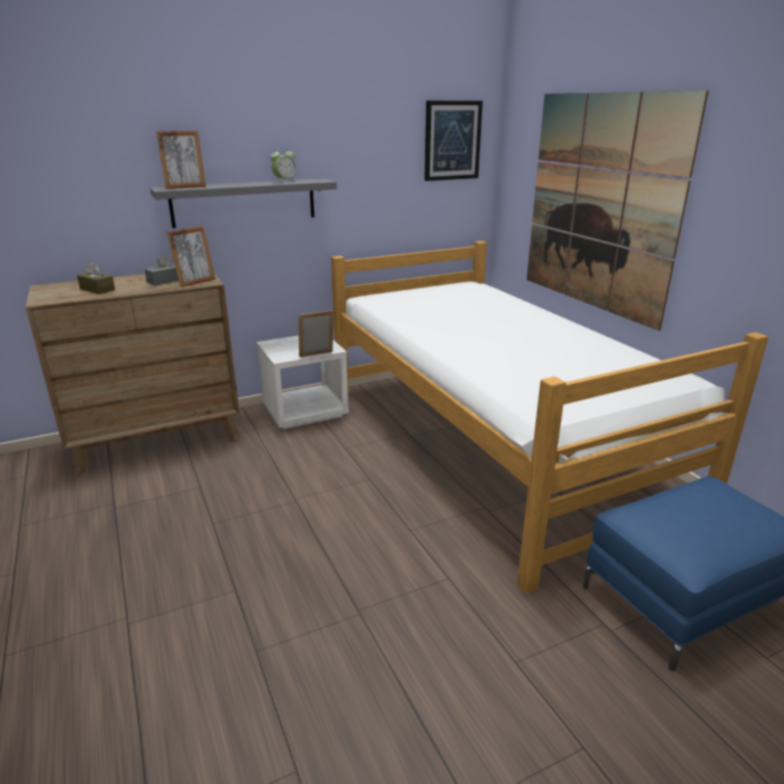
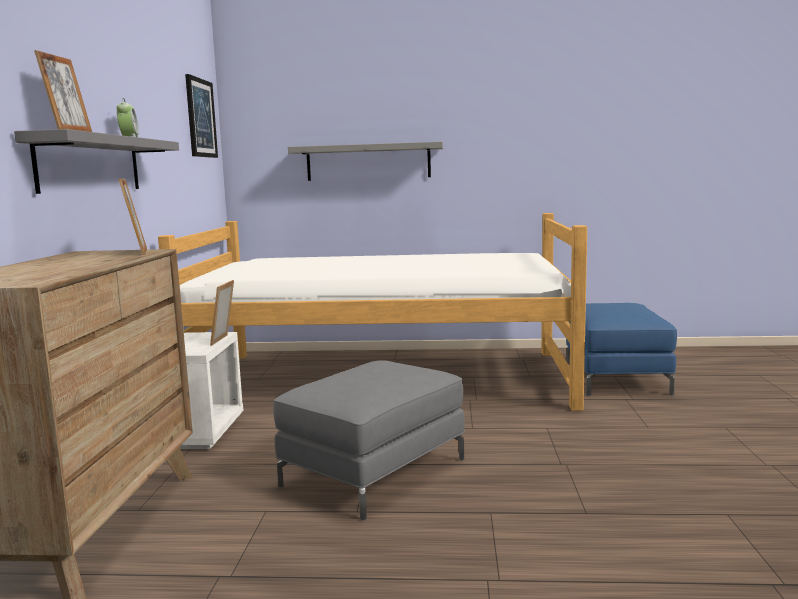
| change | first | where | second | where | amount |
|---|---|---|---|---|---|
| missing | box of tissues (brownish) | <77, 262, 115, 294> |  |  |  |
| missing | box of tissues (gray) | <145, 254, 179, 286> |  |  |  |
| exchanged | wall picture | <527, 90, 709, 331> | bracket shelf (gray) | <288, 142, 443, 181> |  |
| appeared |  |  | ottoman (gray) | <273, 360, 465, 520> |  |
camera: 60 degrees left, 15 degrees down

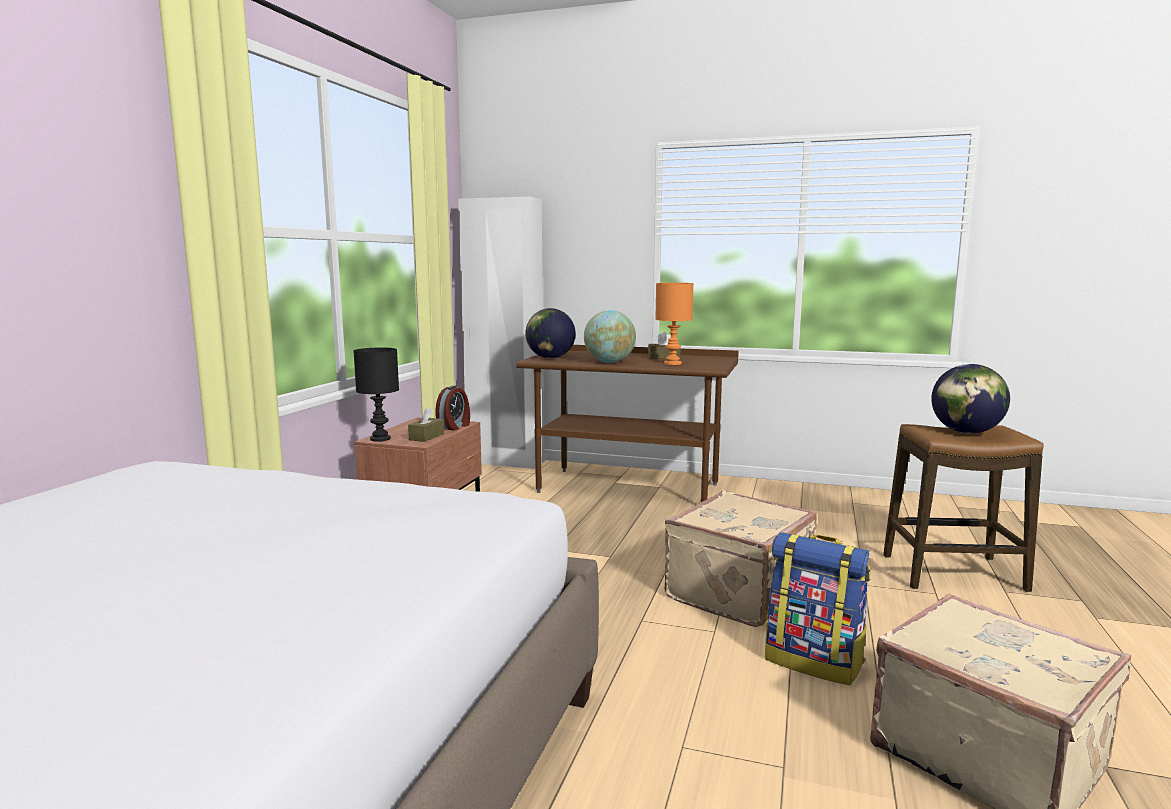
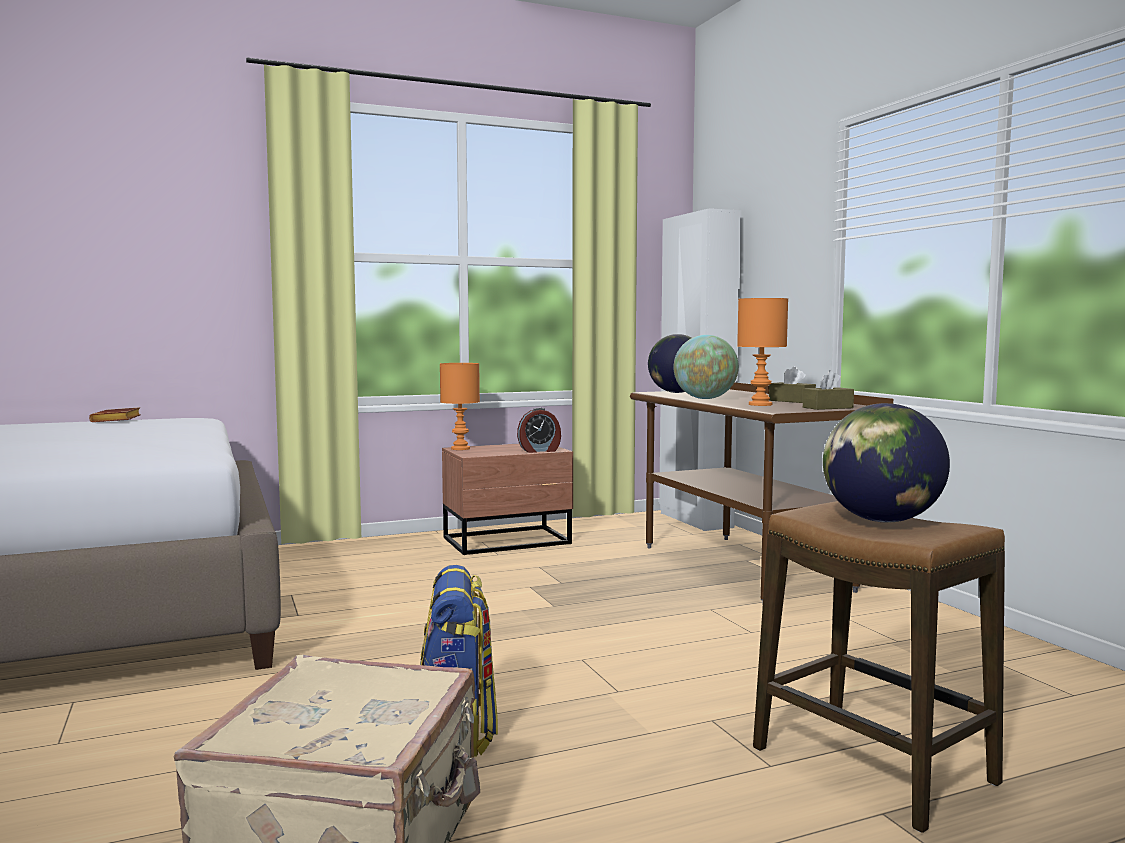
| change | first | where | second | where | amount |
|---|---|---|---|---|---|
| colour | table lamp (blackish) | <353, 347, 399, 442> | table lamp (orangey) | <440, 363, 480, 450> |  |
| relocated | box of tissues (brownish) | <408, 407, 444, 442> |  | <803, 370, 854, 410> |  |
| missing | suitcase (sand-coloured) | <665, 490, 817, 627> |  |  |  |
| appeared |  |  | book (brownish) | <89, 407, 141, 422> |  |
camera: 50 degrees right, 5 degrees down

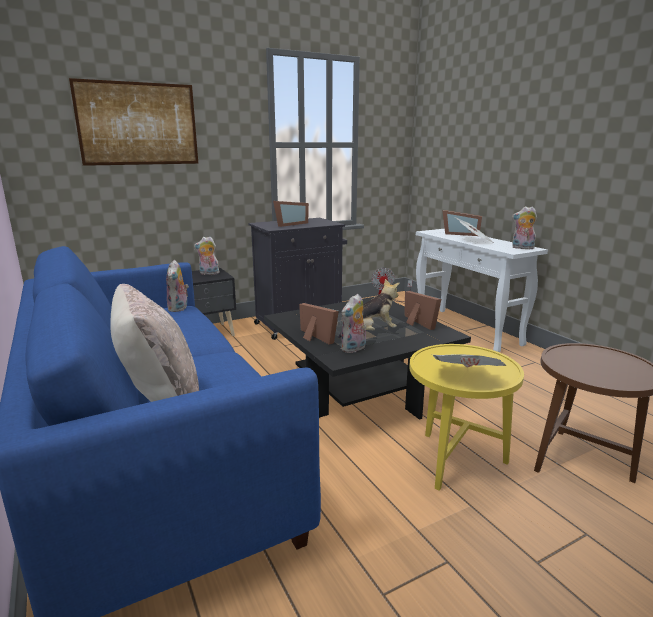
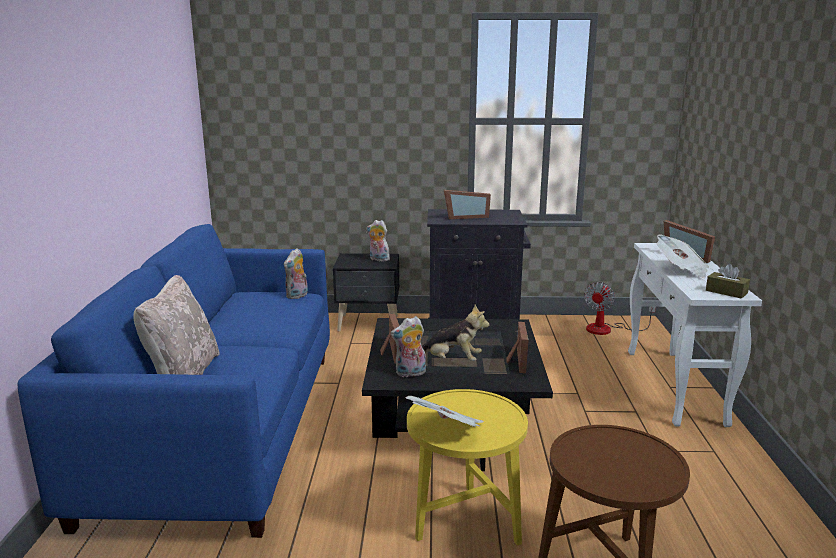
| change | first | where | second | where | amount |
|---|---|---|---|---|---|
| missing | wall picture | <69, 78, 198, 166> |  |  |  |
| exchanged | cuddly toy | <512, 206, 537, 249> | box of tissues (brownish) | <706, 264, 750, 299> |  |
camera: 30 degrees right, 0 degrees up

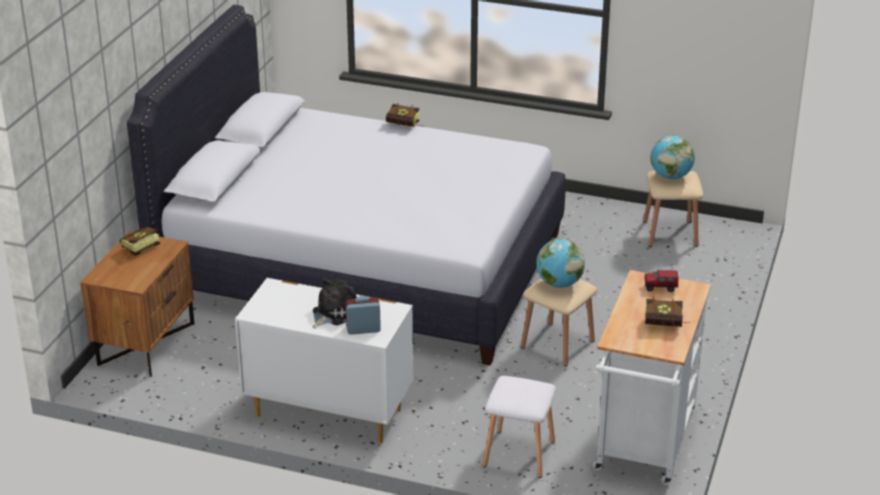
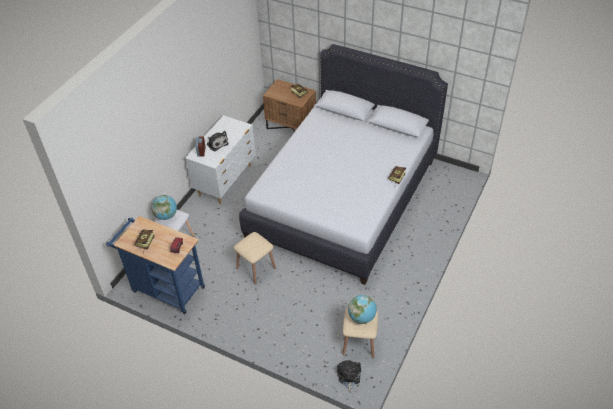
| change | first | where | second | where | amount |
|---|---|---|---|---|---|
| relocated | desk globe | <536, 239, 585, 288> |  | <151, 195, 177, 220> |  |
| colour | trolley (white) | <592, 270, 711, 485> | trolley (blue-coloured) | <106, 216, 205, 314> |  |
| appeared |  |  | cuddly toy | <337, 360, 361, 392> |  |
camera: 100 degrees right, 15 degrees up

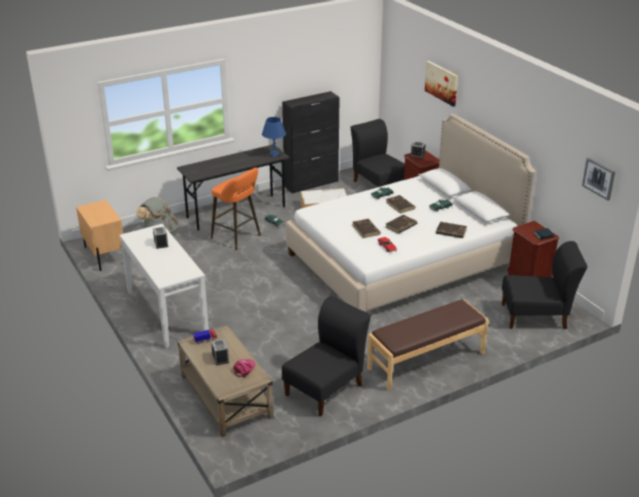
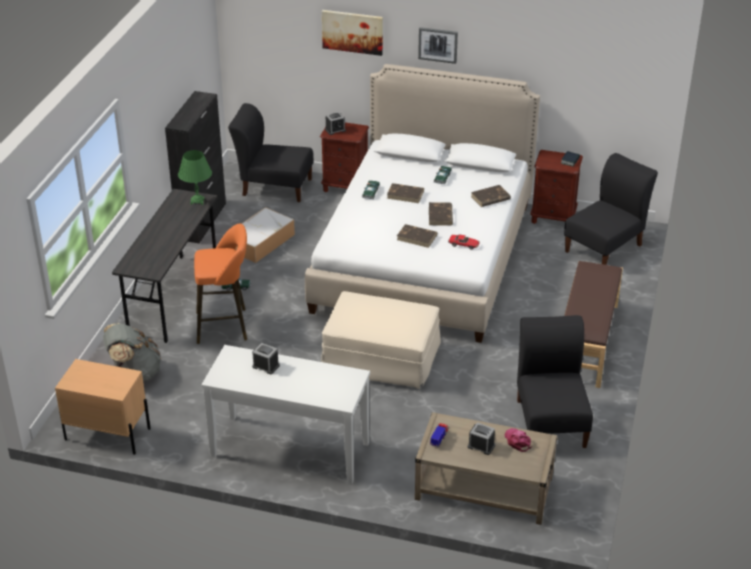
| change | first | where | second | where | amount |
|---|---|---|---|---|---|
| colour | table lamp (blue-coloured) | <262, 117, 286, 158> | table lamp (greenish) | <178, 150, 212, 205> |  |
| relocated | wall picture | <582, 157, 615, 201> |  | <418, 27, 458, 64> |  |
| appeared |  |  | ottoman (sand-coloured) | <321, 291, 441, 389> |  |
camera: 45 degrees left, 5 degrees up

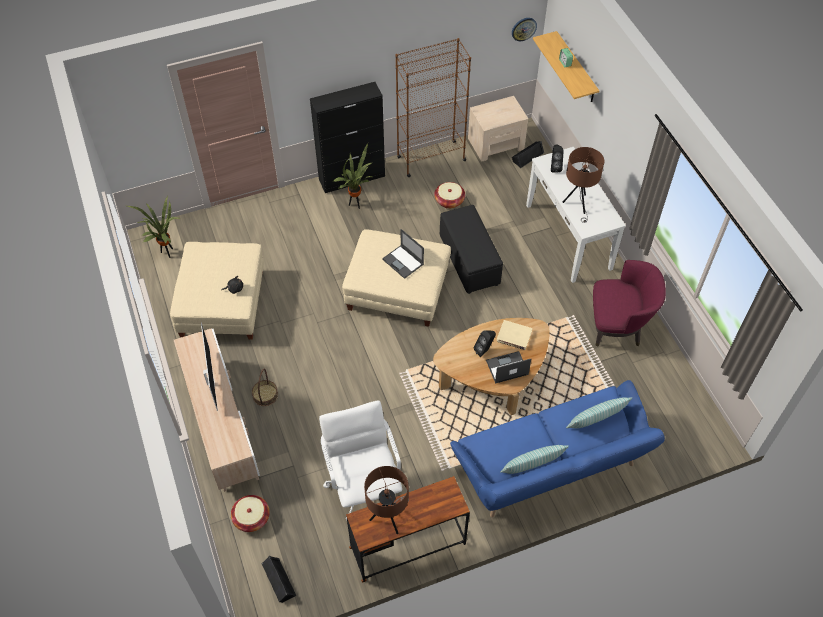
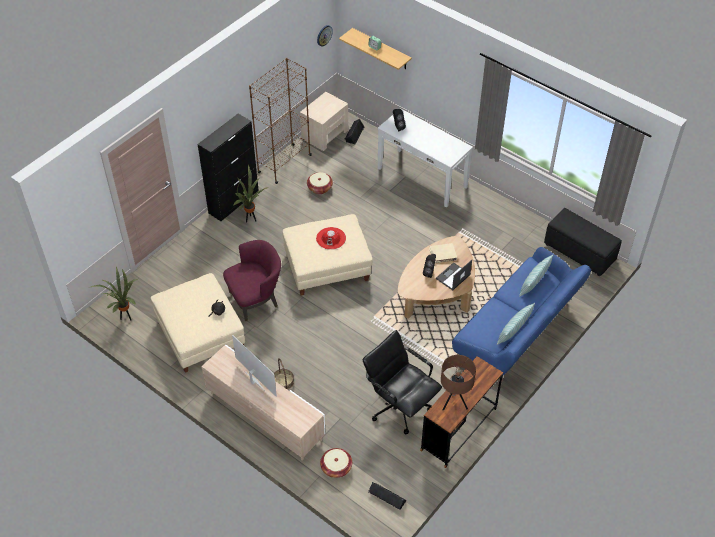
| change | first | where | second | where | amount |
|---|---|---|---|---|---|
| colour | computer chair (white) | <319, 401, 402, 520> | computer chair (blackish) | <363, 330, 442, 435> |  |
| exchanged | laptop | <382, 229, 424, 279> | hat (red-coloured) | <316, 227, 346, 250> |  |
| relocated | ottoman (blackish) | <440, 205, 503, 294> |  | <544, 208, 622, 277> |  |
| missing | table lamp (brownish) | <563, 147, 604, 223> |  |  |  |
| relocated | armchair (purple) | <593, 260, 666, 347> |  | <223, 240, 281, 321> |  |
camera: 30 degrees left, 5 degrees down

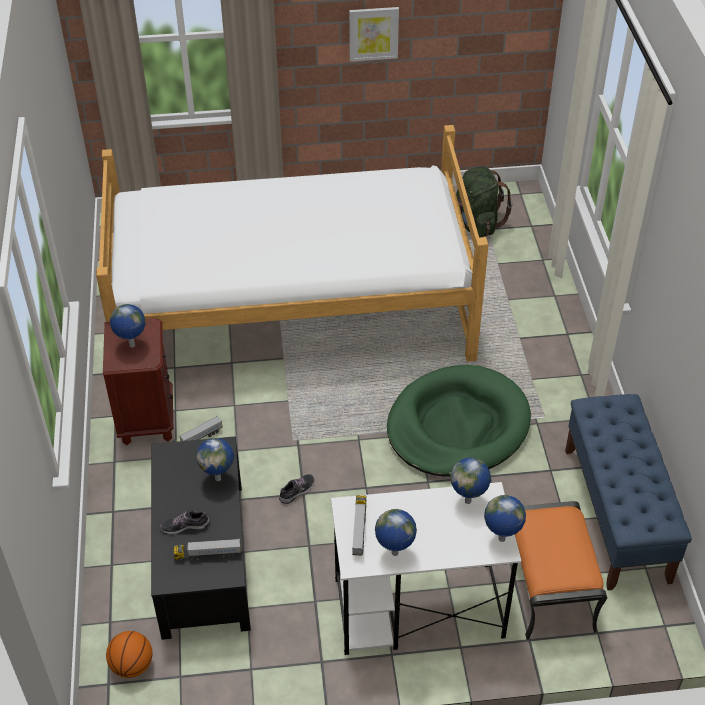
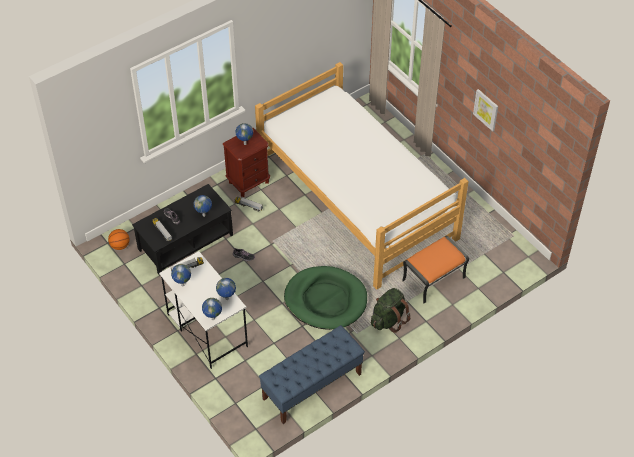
| change | first | where | second | where | amount |
|---|---|---|---|---|---|
| relocated | backpack (greenish) | <456, 166, 512, 237> |  | <371, 288, 411, 333> |  |
| relocated | ottoman (orangey) | <515, 501, 607, 640> |  | <402, 236, 469, 303> |  |
camera: 60 degrees right, 5 degrees up

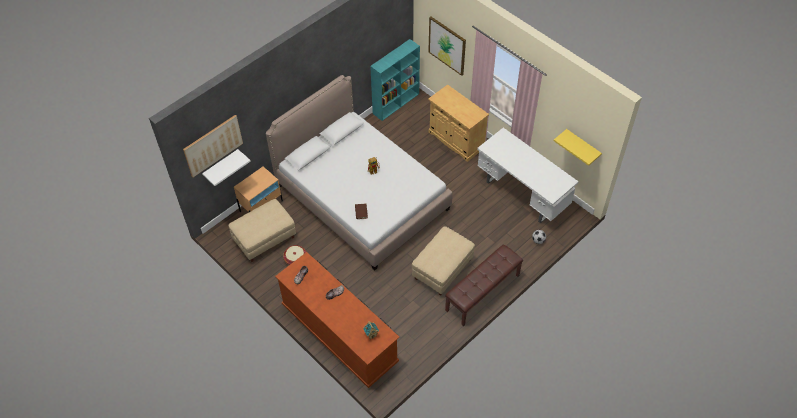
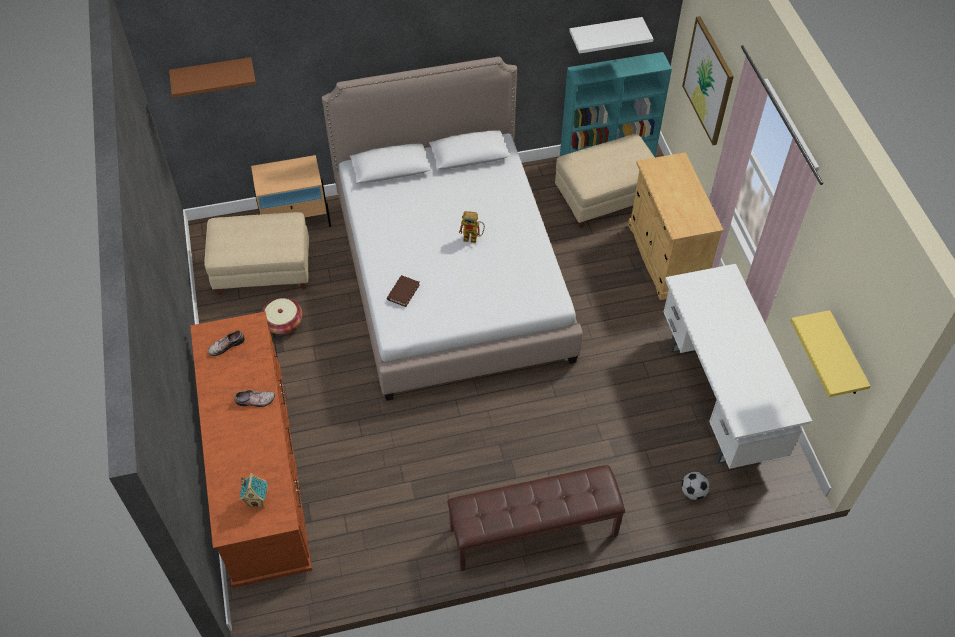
| change | first | where | second | where | amount |
|---|---|---|---|---|---|
| exchanged | wall picture | <183, 115, 243, 177> | bracket shelf (brownish) | <169, 57, 256, 98> |  |
| relocated | bracket shelf (white) | <202, 149, 251, 186> |  | <569, 17, 653, 54> |  |
| relocated | ottoman (sand-coloured) | <412, 226, 475, 296> |  | <555, 134, 655, 228> |  |
camera: 30 degrees right, 0 degrees up

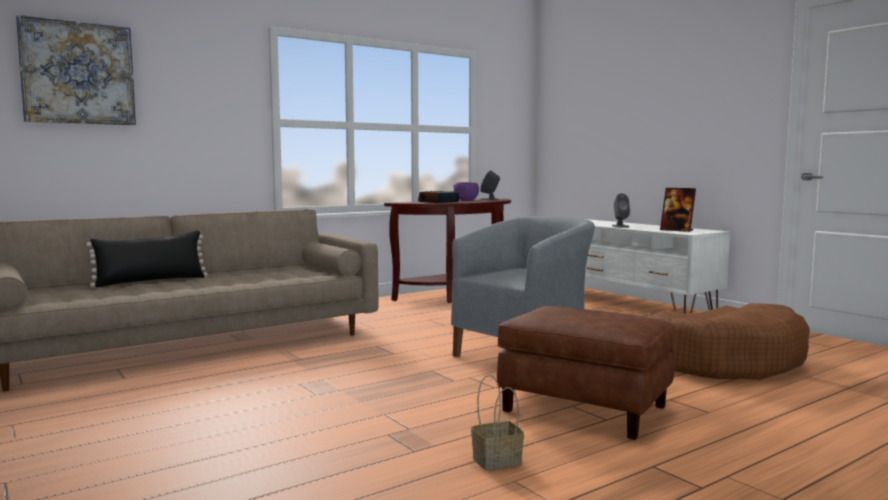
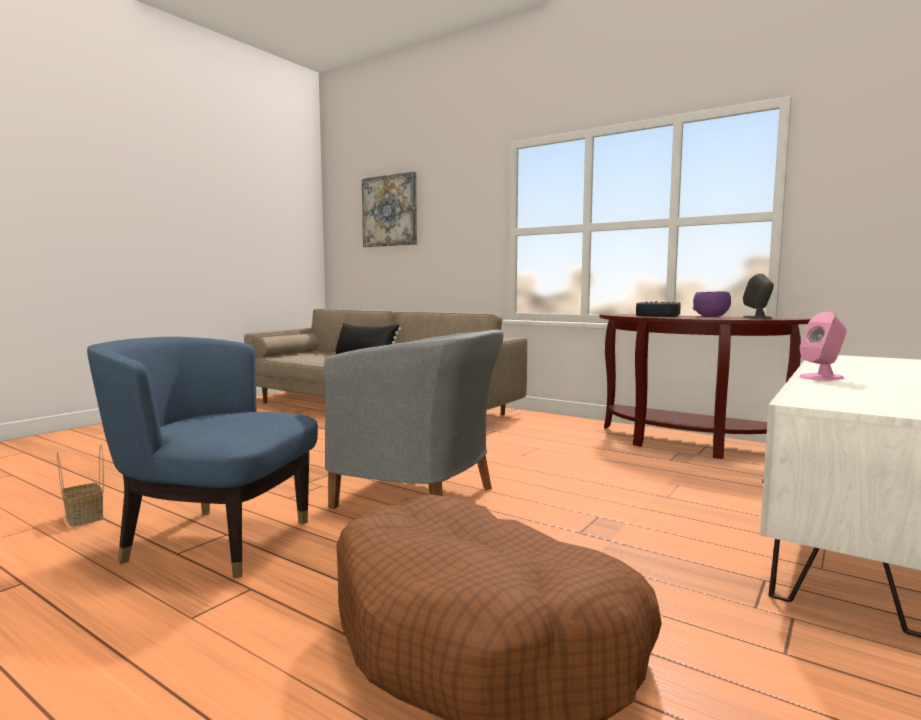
| change | first | where | second | where | amount |
|---|---|---|---|---|---|
| exchanged | ottoman (brownish) | <497, 306, 675, 440> | armchair (blue-coloured) | <87, 337, 318, 578> |  |
| colour | loudspeaker (gray) | <612, 193, 630, 228> | loudspeaker (pink) | <799, 312, 846, 381> |  |
| missing | standing frame | <660, 188, 696, 232> |  |  |  |
camera: 70 degrees right, 0 degrees up

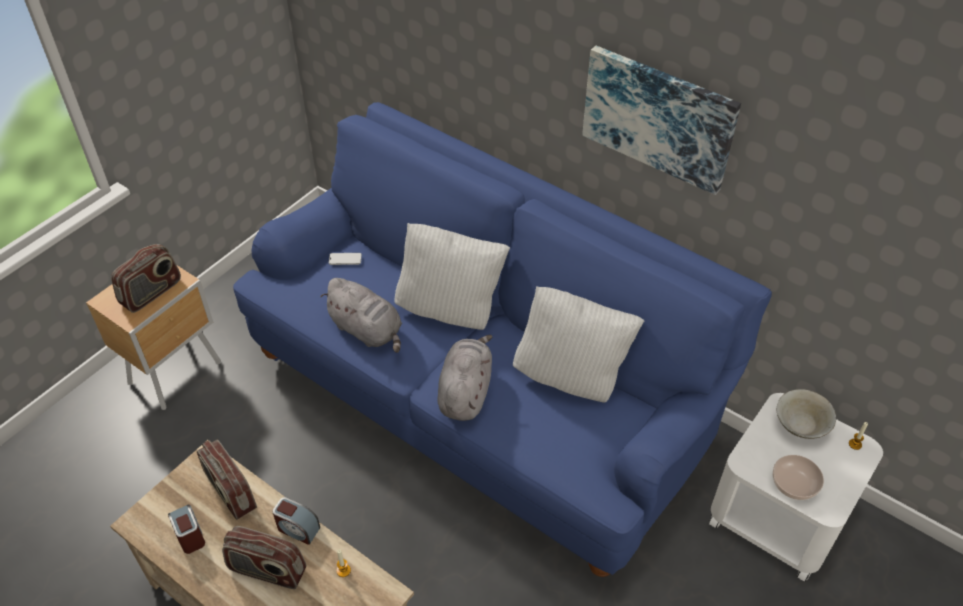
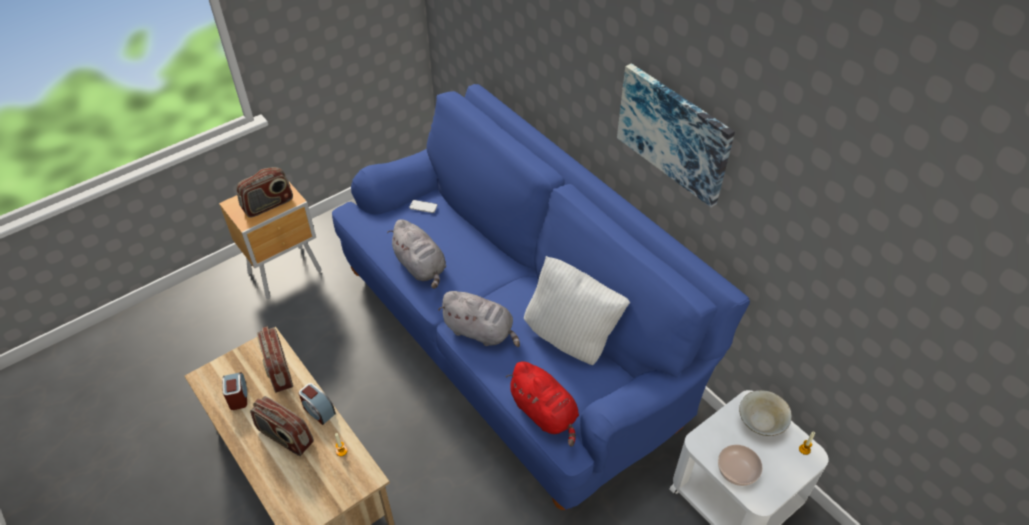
| change | first | where | second | where | amount |
|---|---|---|---|---|---|
| missing | throw pillow (white) | <394, 223, 510, 330> |  |  |  |
| spun | cuddly toy (gray) | <437, 335, 493, 421> |  | <438, 291, 520, 347> | 90 degrees clockwise |
| appeared |  |  | cuddly toy (red-coloured) | <506, 361, 579, 447> |  |
camera: 15 degrees right, 0 degrees up

